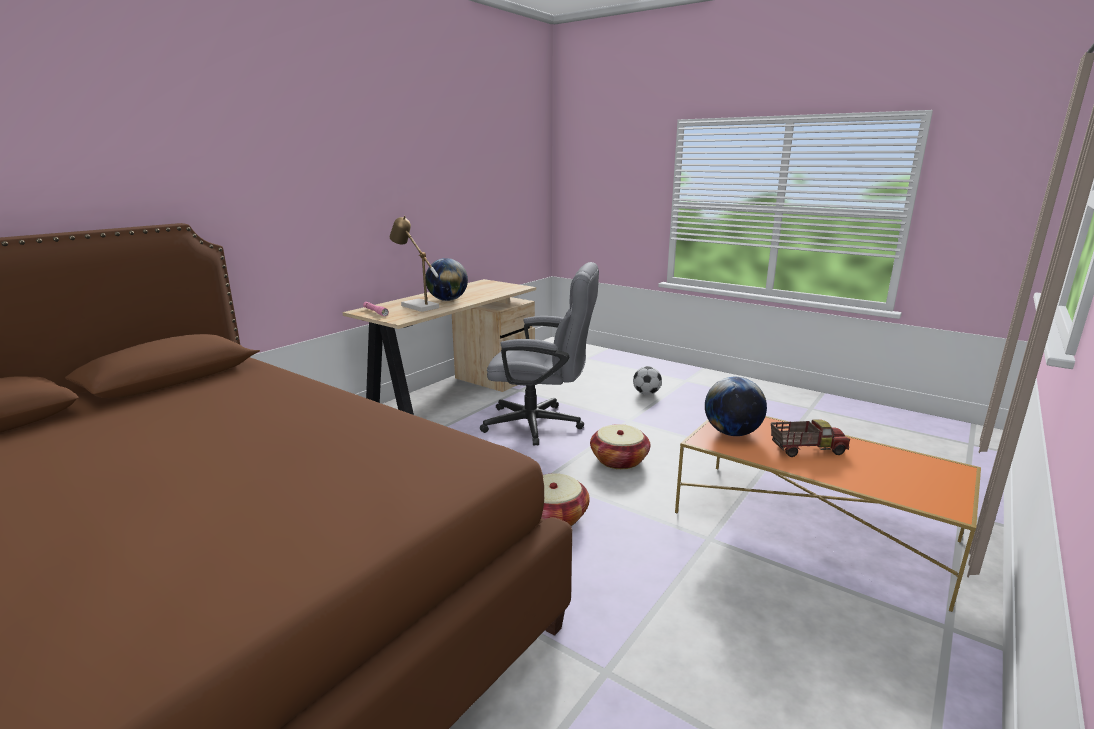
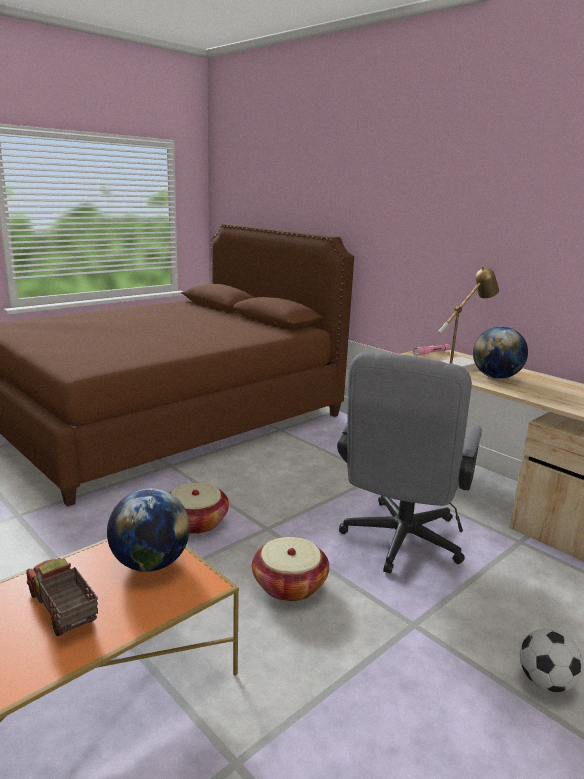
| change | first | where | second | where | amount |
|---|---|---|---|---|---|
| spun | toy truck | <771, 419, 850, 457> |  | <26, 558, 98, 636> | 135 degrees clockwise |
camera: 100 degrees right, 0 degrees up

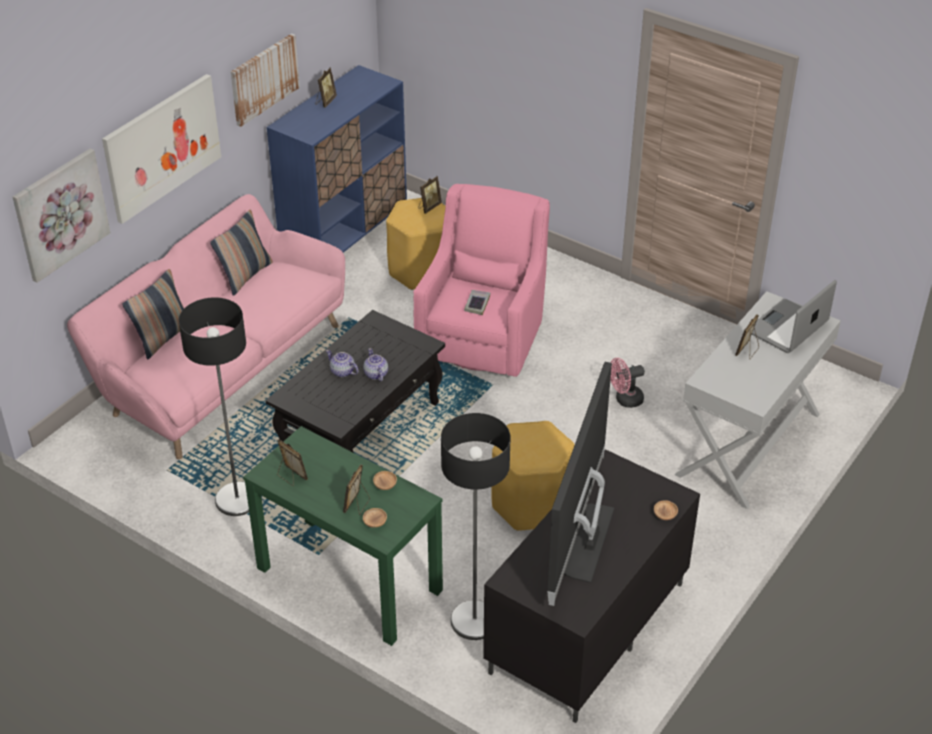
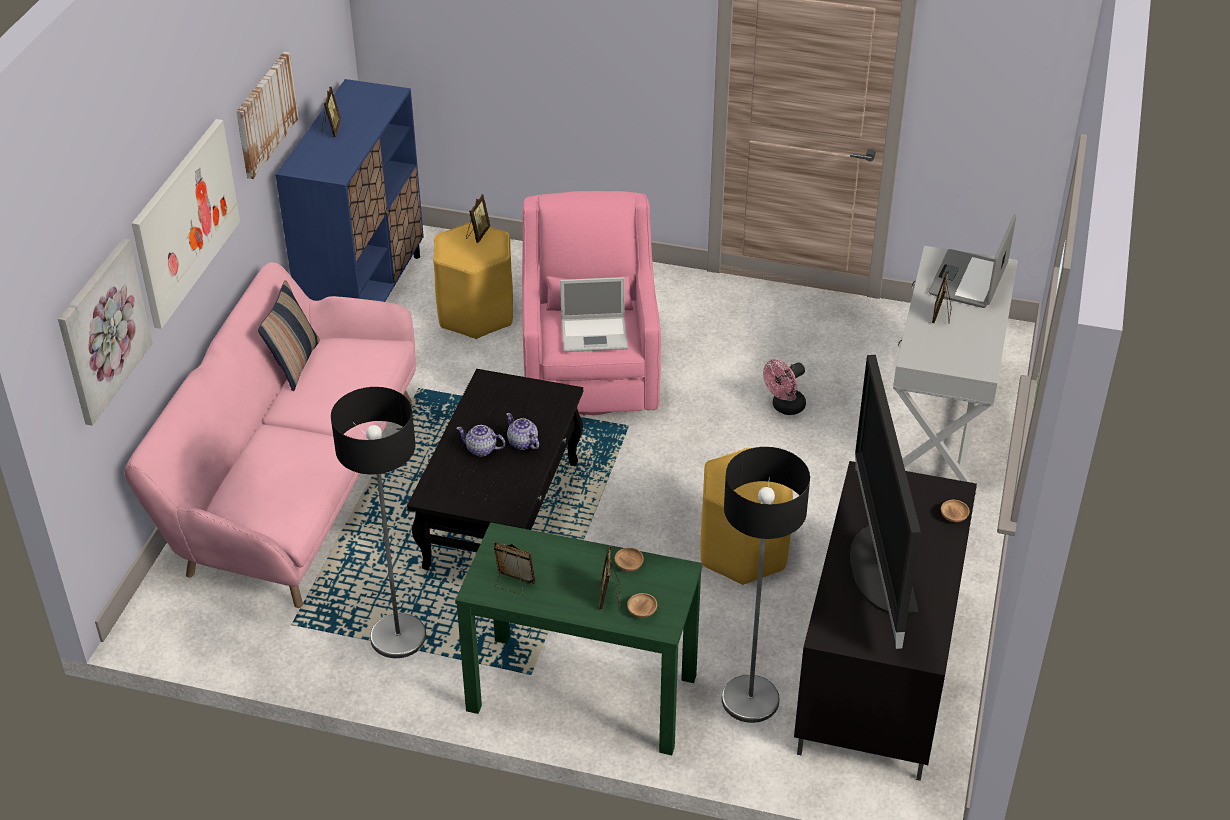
| change | first | where | second | where | amount |
|---|---|---|---|---|---|
| missing | throw pillow | <122, 269, 184, 359> |  |  |  |
| exchanged | book | <464, 290, 490, 315> | laptop | <560, 277, 628, 352> |  |
camera: 20 degrees left, 0 degrees up

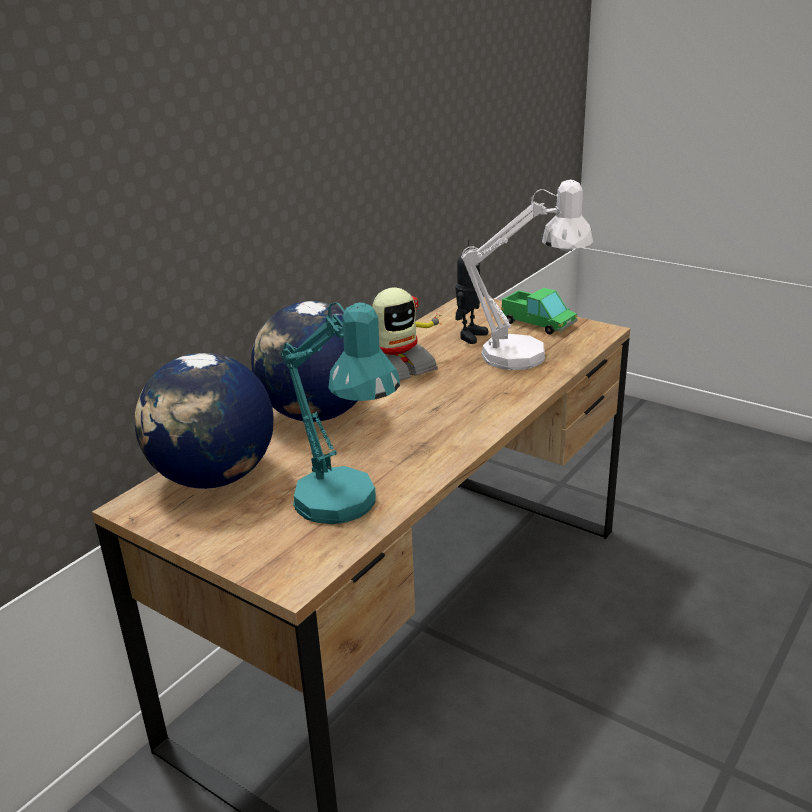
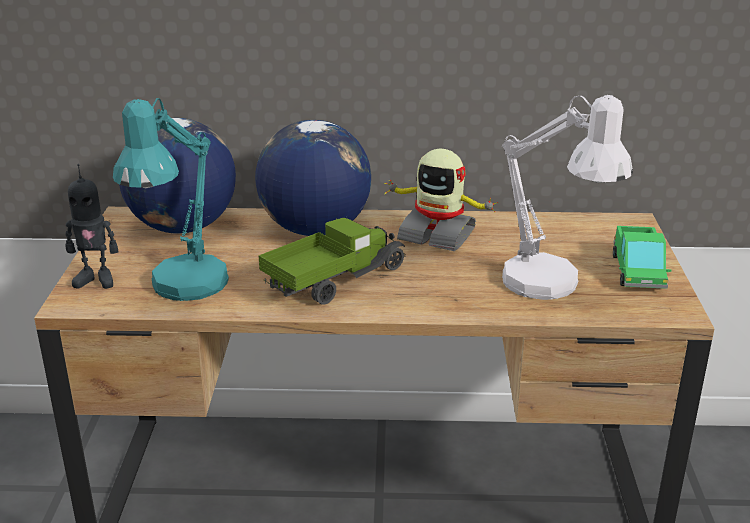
| change | first | where | second | where | amount |
|---|---|---|---|---|---|
| relocated | robot figure | <455, 240, 488, 344> |  | <65, 164, 118, 289> |  |
| appeared |  |  | toy truck | <258, 218, 406, 305> |  |
camera: 55 degrees right, 0 degrees up

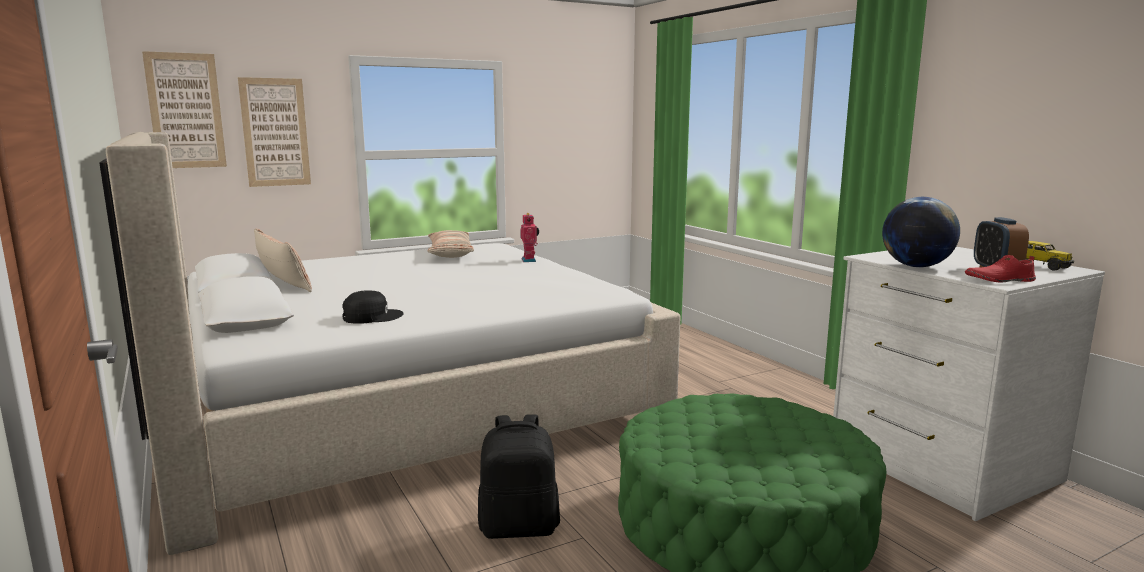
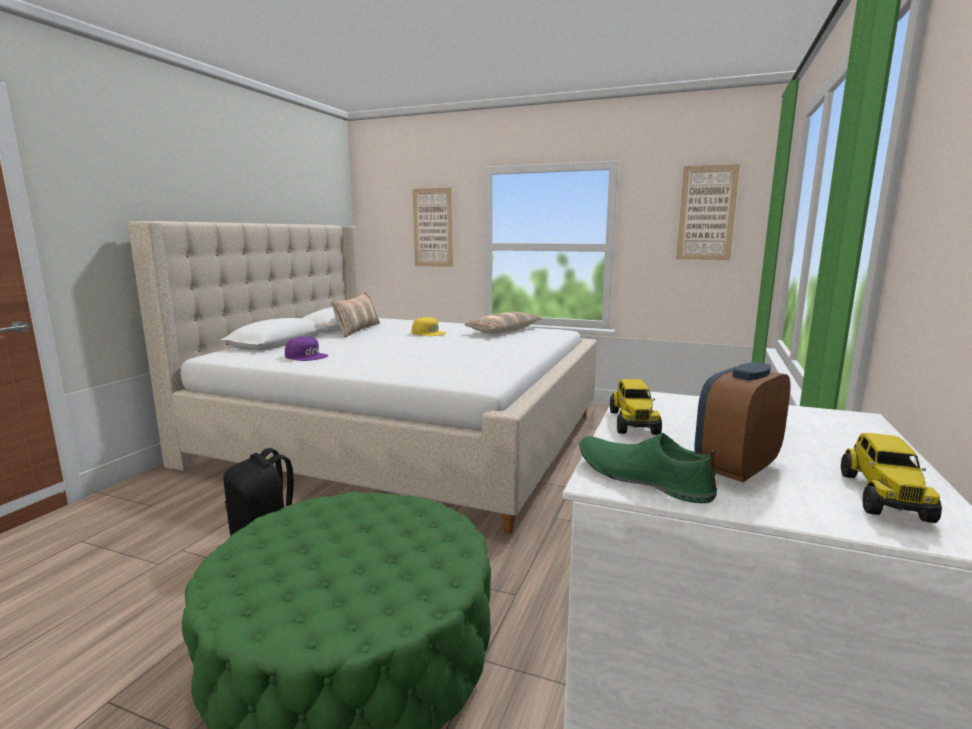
| change | first | where | second | where | amount |
|---|---|---|---|---|---|
| relocated | wall picture | <142, 51, 227, 168> |  | <676, 164, 740, 260> |  |
| colour | cap (blackish) | <342, 291, 404, 324> | cap (purple) | <285, 337, 328, 361> |  |
| missing | robot figure | <520, 213, 539, 262> |  |  |  |
| exchanged | desk globe | <882, 197, 960, 267> | toy truck | <610, 379, 662, 435> |  |
| colour | item of footwear (red-coloured) | <965, 255, 1036, 283> | item of footwear (greenish) | <579, 433, 717, 503> |  |
| appeared |  |  | cap (yellow-coloured) | <412, 317, 446, 336> |  |
camera: 50 degrees right, 0 degrees up

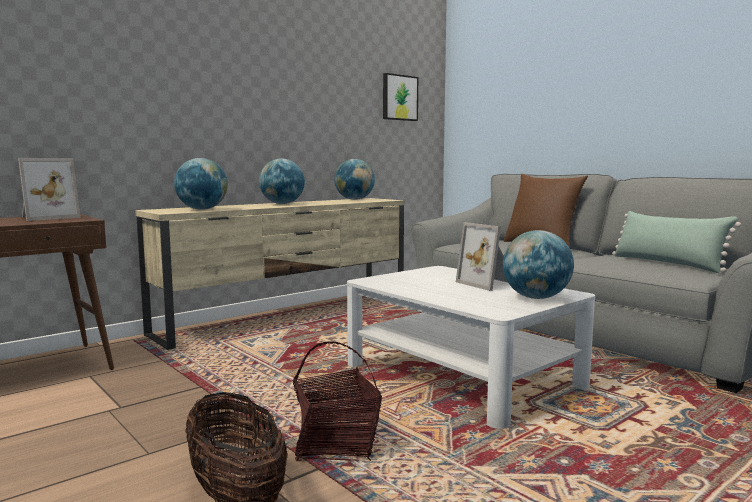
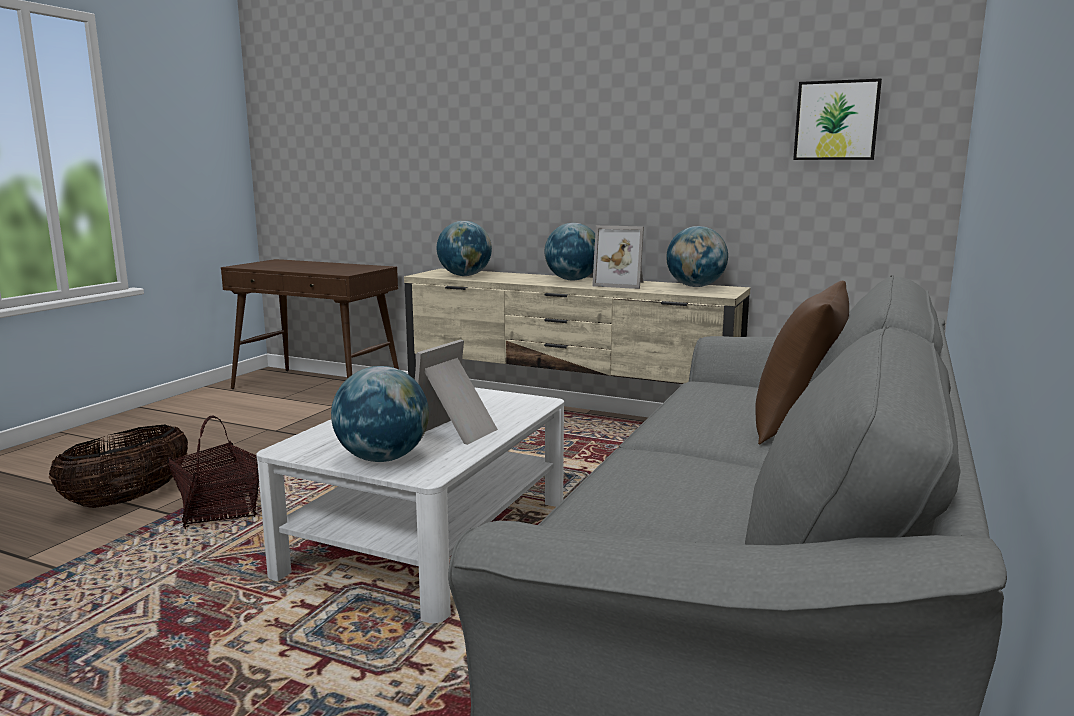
| change | first | where | second | where | amount |
|---|---|---|---|---|---|
| relocated | standing frame | <18, 158, 80, 221> |  | <592, 225, 644, 289> |  |
| missing | throw pillow (greenish) | <612, 211, 741, 273> |  |  |  |
camera: 65 degrees right, 5 degrees up

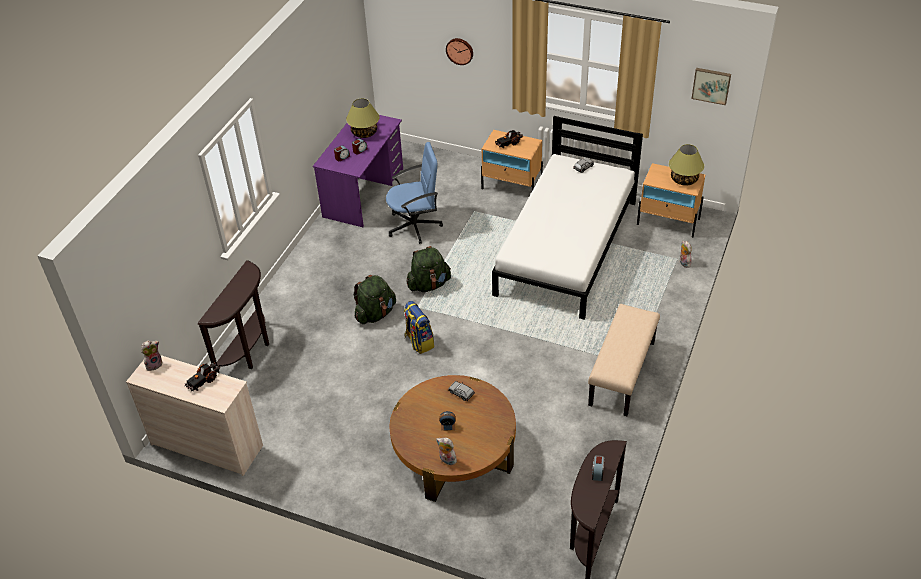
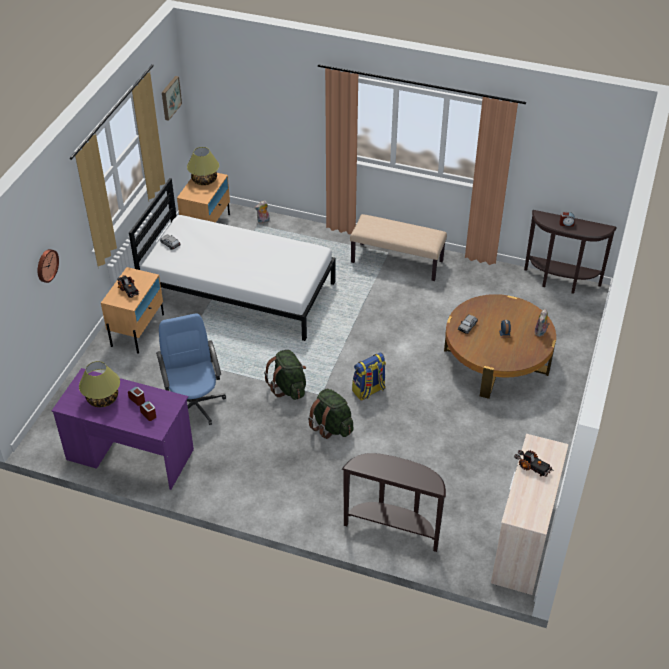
| change | first | where | second | where | amount |
|---|---|---|---|---|---|
| missing | cuddly toy | <141, 341, 162, 372> |  |  |  |
camera: 95 degrees left, 0 degrees up

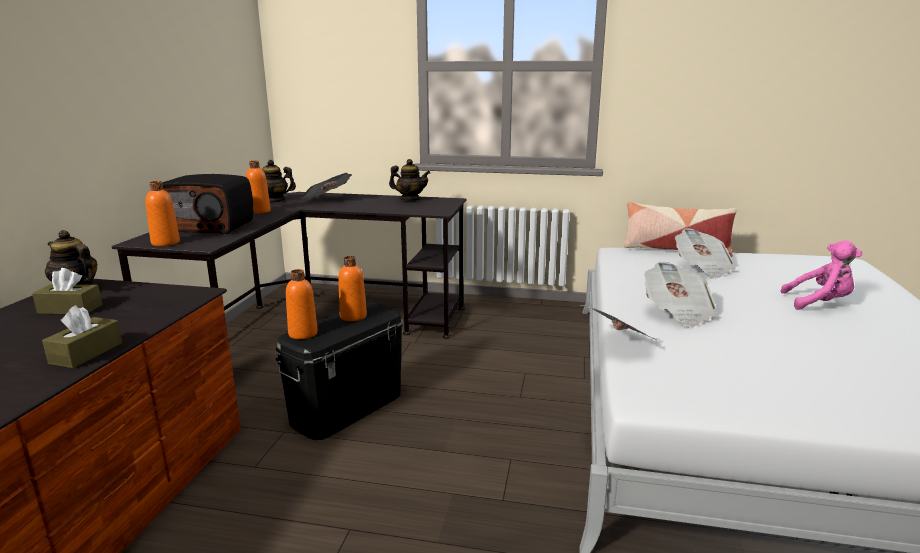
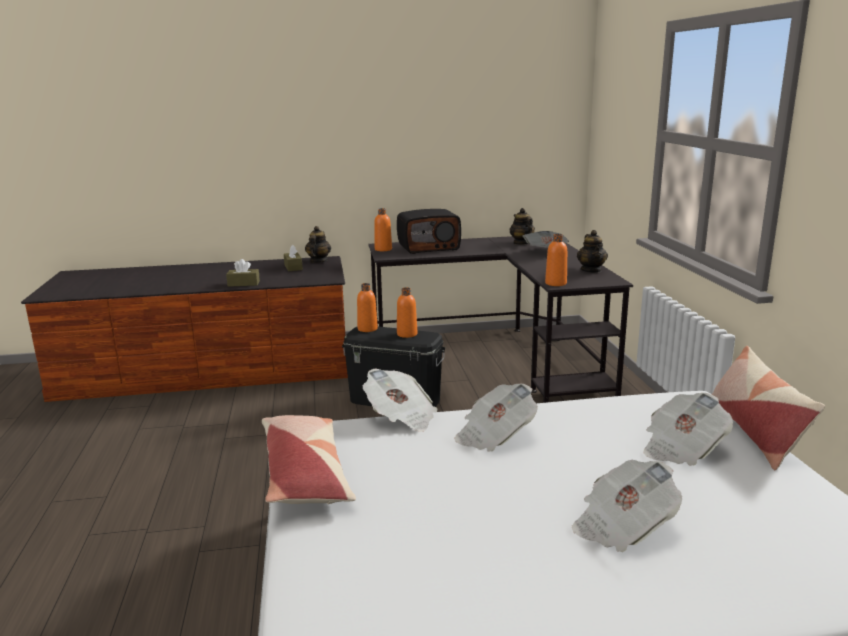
| change | first | where | second | where | amount |
|---|---|---|---|---|---|
| spun | radio receiver | <162, 174, 253, 234> |  | <397, 209, 461, 254> | 90 degrees counterclockwise |
| relocated | bottle (orangey) | <245, 161, 271, 214> |  | <545, 234, 567, 286> |  |
| exchanged | cuddly toy (pink) | <780, 240, 862, 310> | newspaper | <572, 460, 682, 552> |  |
| appeared |  |  | throw pillow | <262, 415, 356, 504> |  |
camera: 70 degrees right, 0 degrees up

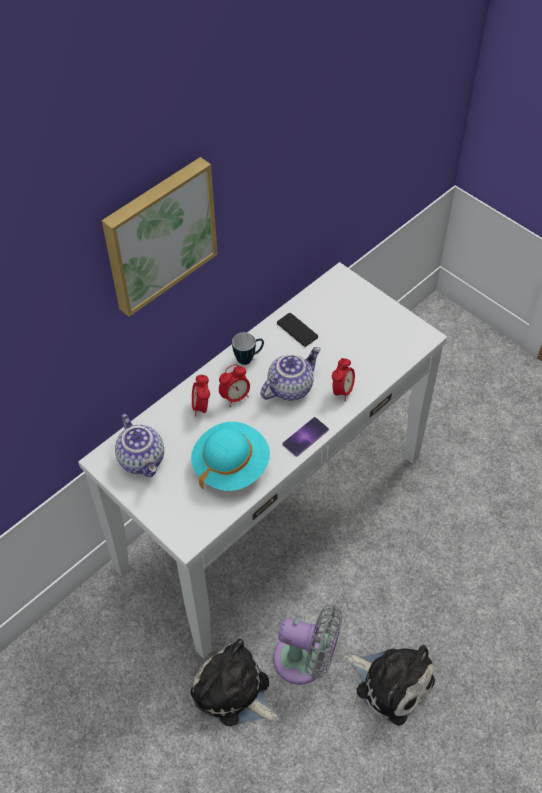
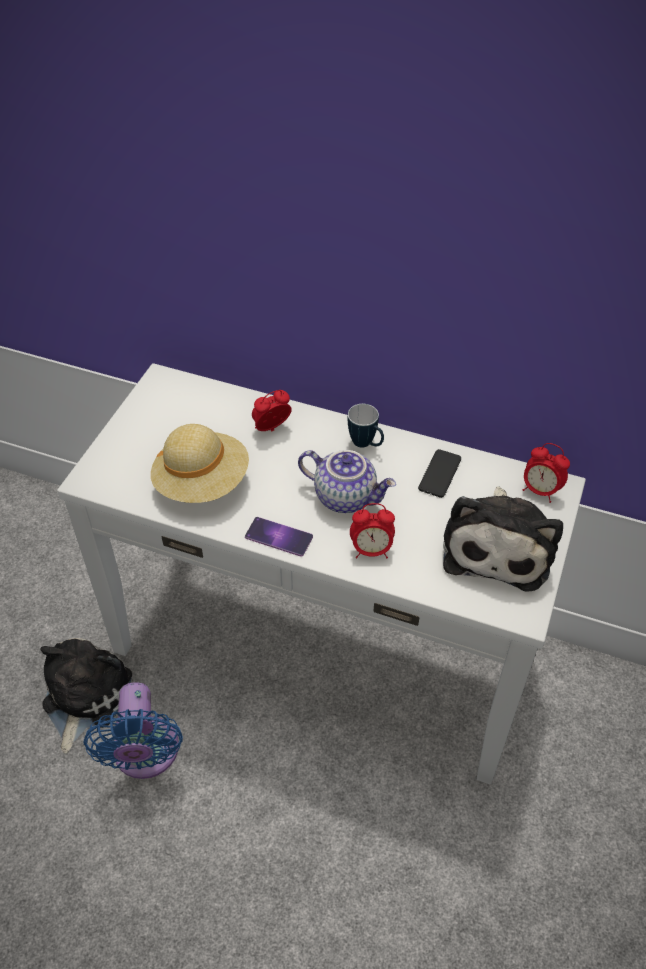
| change | first | where | second | where | amount |
|---|---|---|---|---|---|
| missing | wall picture | <102, 157, 218, 317> |  |  |  |
| missing | pot for tea | <115, 414, 164, 477> |  |  |  |
| colour | hat (turquoise) | <191, 422, 270, 491> | hat (sand-coloured) | <151, 424, 249, 503> |  |
| relocated | alarm clock | <219, 364, 250, 407> |  | <523, 443, 570, 503> |  |
| colour | cooling fan (gray) | <273, 605, 342, 685> | cooling fan (blue-coloured) | <84, 682, 183, 779> |  |
| relocated | cuddly toy | <346, 645, 435, 725> |  | <443, 486, 563, 592> |  |
camera: 65 degrees right, 5 degrees down

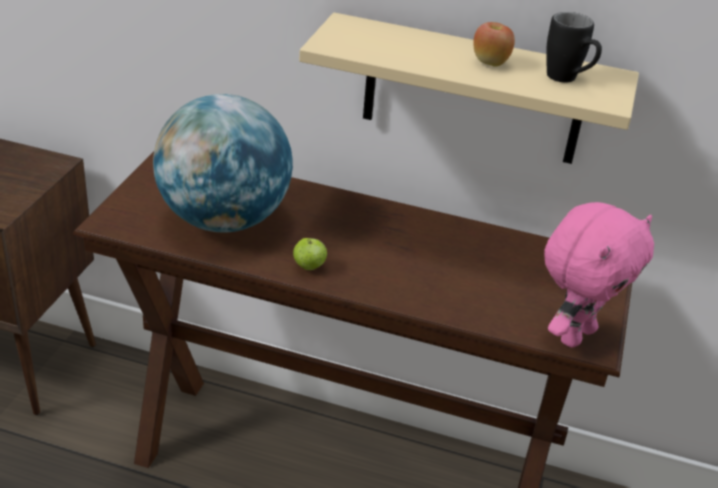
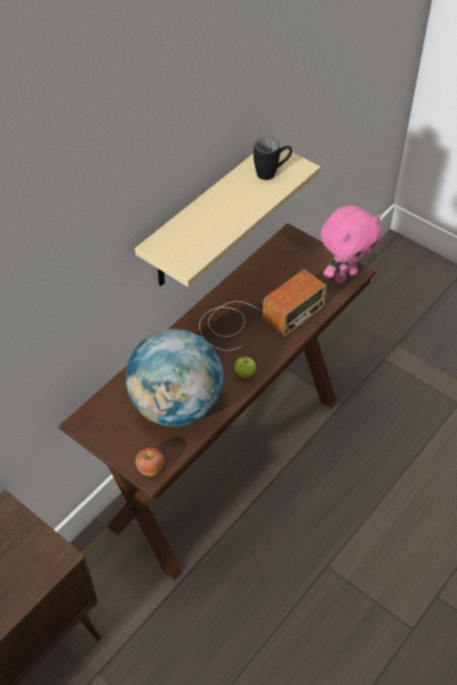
| change | first | where | second | where | amount |
|---|---|---|---|---|---|
| relocated | whole apple | <473, 22, 515, 66> |  | <135, 448, 164, 476> |  |
| spun | cuddly toy (pink) | <544, 202, 654, 348> |  | <321, 205, 381, 283> | 75 degrees clockwise |
| appeared |  |  | radio receiver | <199, 269, 327, 351> |  |
camera: 65 degrees left, 15 degrees up

